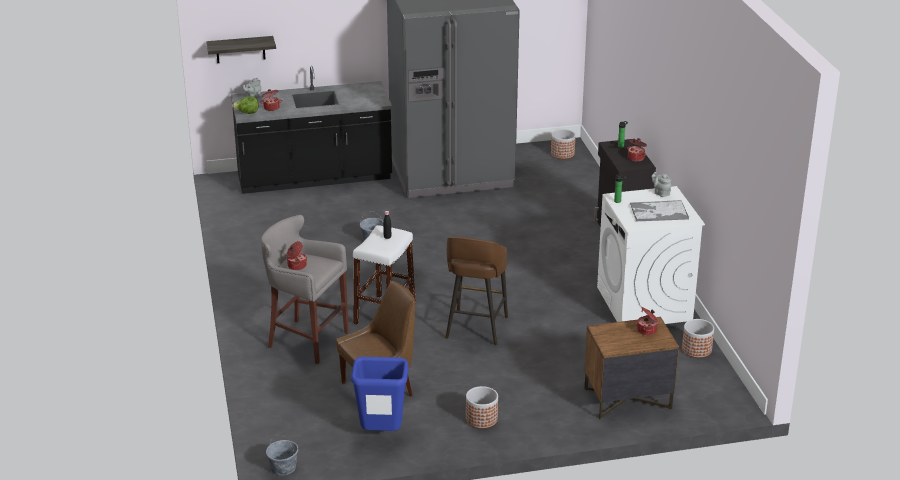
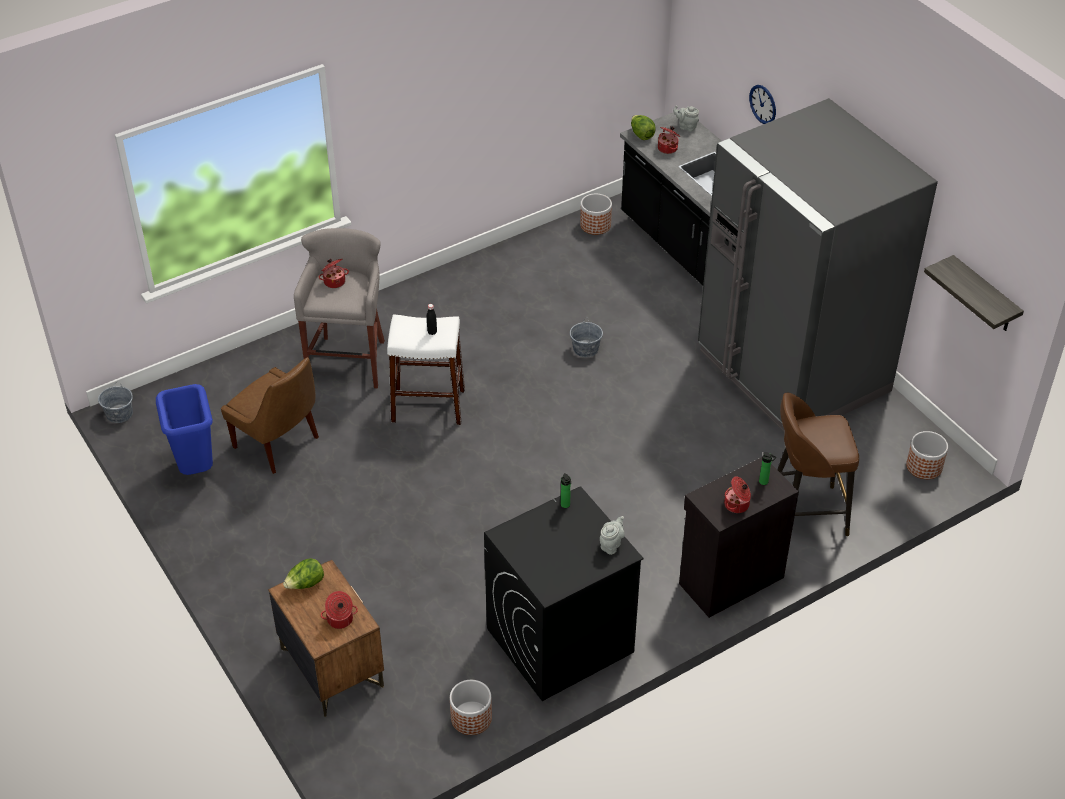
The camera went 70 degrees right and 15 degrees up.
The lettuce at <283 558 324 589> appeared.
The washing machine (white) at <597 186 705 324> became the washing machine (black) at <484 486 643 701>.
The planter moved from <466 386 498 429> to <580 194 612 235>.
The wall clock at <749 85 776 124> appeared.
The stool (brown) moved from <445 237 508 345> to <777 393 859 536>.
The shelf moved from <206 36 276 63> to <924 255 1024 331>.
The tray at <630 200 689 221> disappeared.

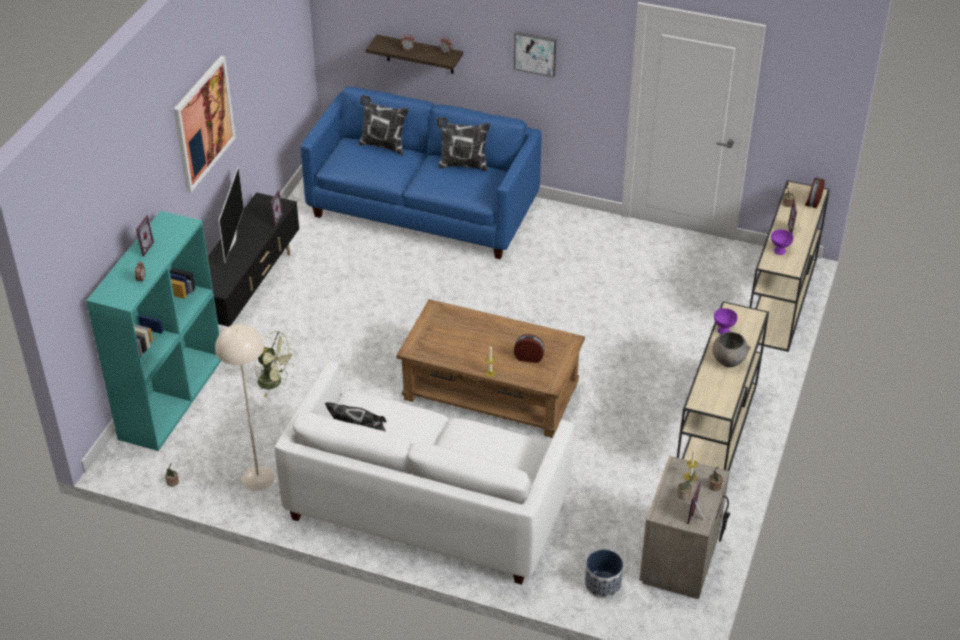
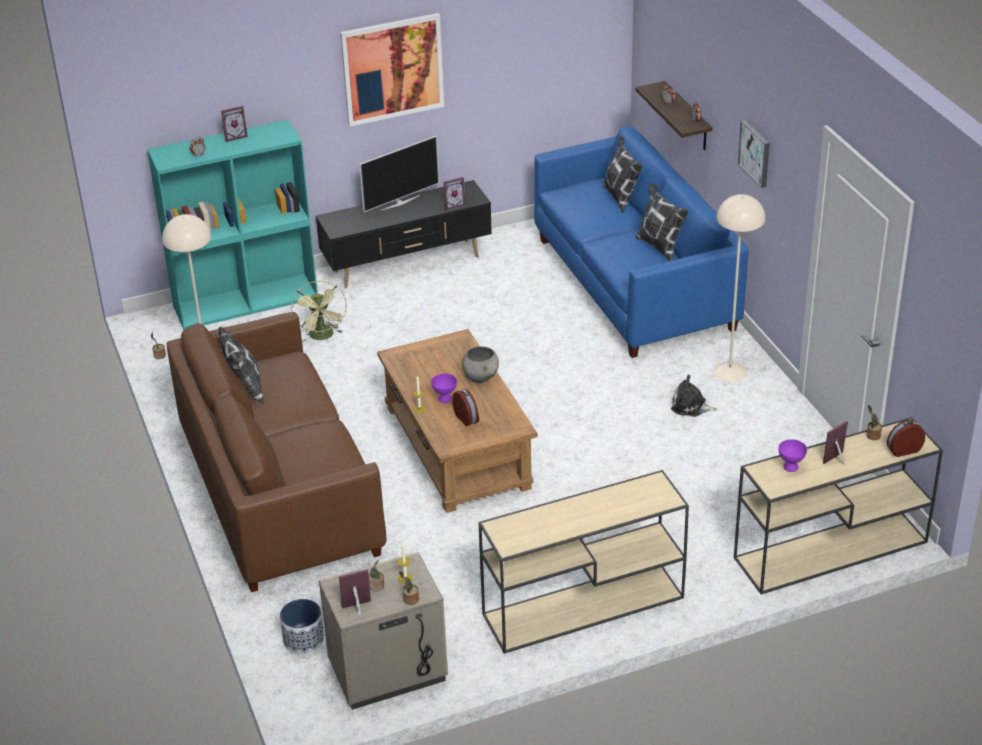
The camera went 50 degrees right and 5 degrees down.
The sofa (white) at <275 361 574 585> became the sofa (brown) at <166 312 386 592>.
The bowl (purple) moved from <714 308 738 334> to <431 373 457 403>.
The bowl (grey) moved from <713 332 751 367> to <462 346 499 383>.
The plush toy at <671 375 717 417> appeared.
The floor lamp (beige) at <713 194 765 382> appeared.

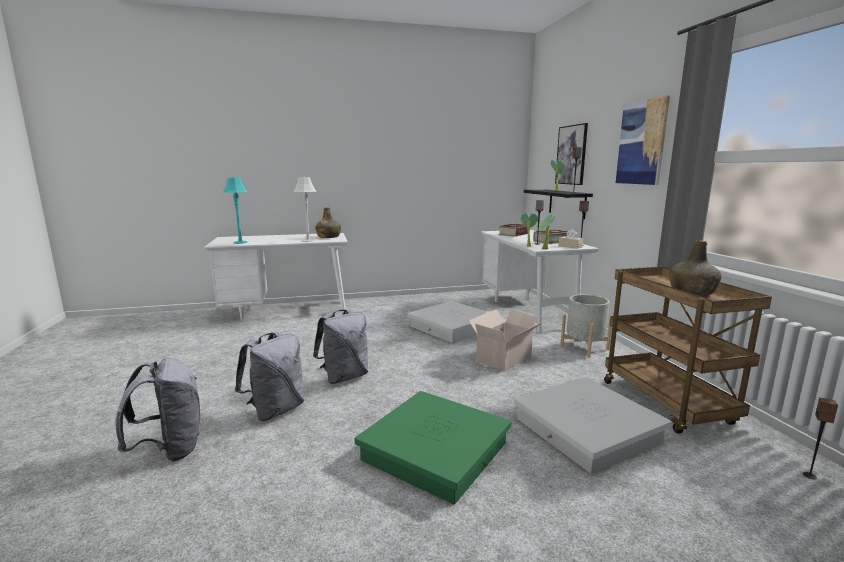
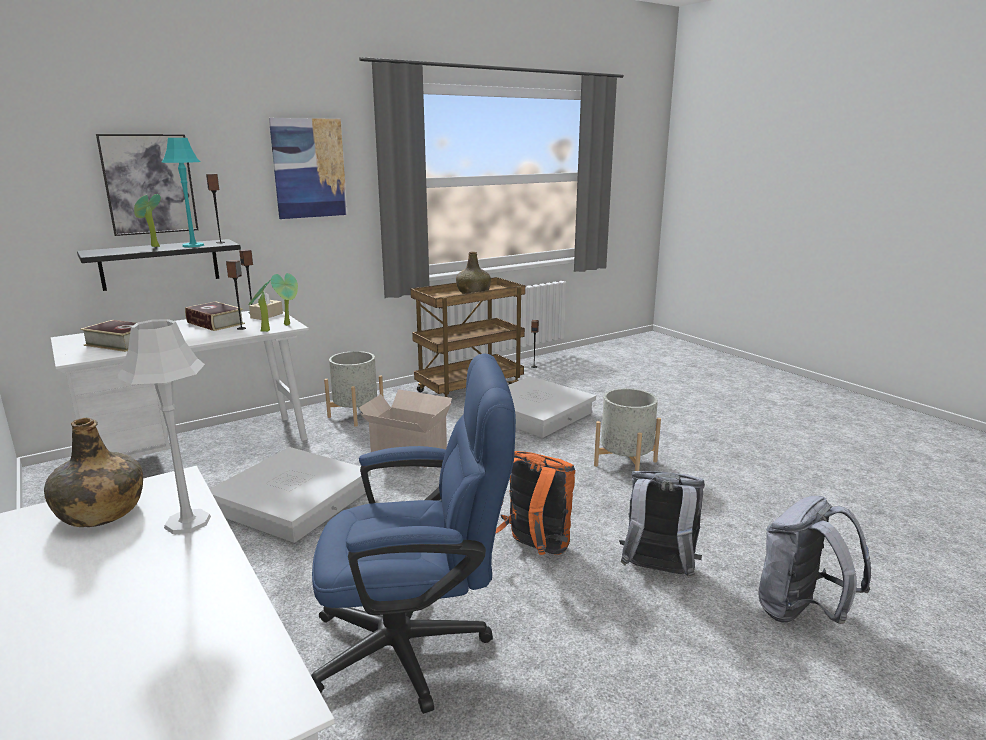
The camera went 110 degrees left and 5 degrees up.
The table lamp (turquoise) moved from <223 177 248 244> to <162 138 204 247>.
The office chair (blue) at <311 353 516 714> appeared.
The backpack (grey) at <313 309 368 384> became the backpack (orange) at <495 451 575 555>.
The storage box (green) at <354 391 511 505> was replaced by the planter (grey) at <594 388 661 471>.

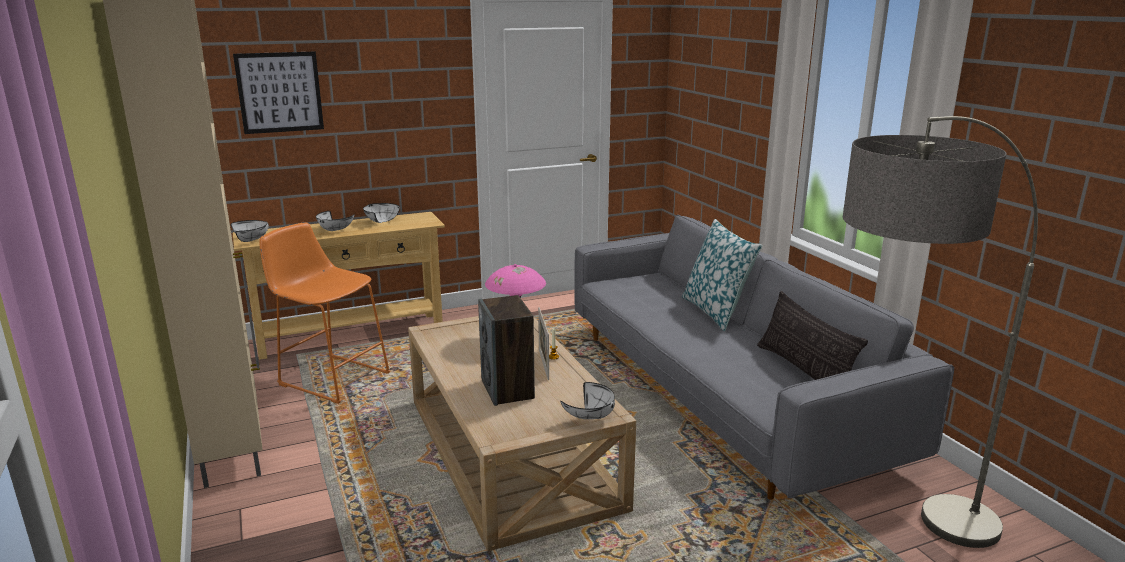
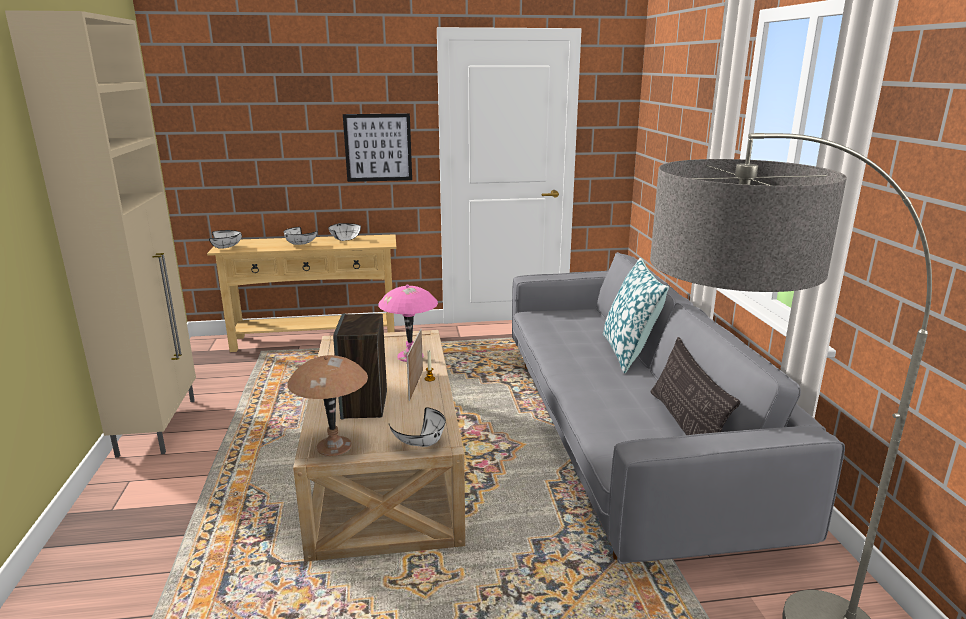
The camera went 15 degrees right and 0 degrees up.
The table lamp (brown) at <287 355 368 456> appeared.
The picture moved from <233 52 324 134> to <343 113 412 182>.
The stool (orange) at <260 222 390 404> disappeared.

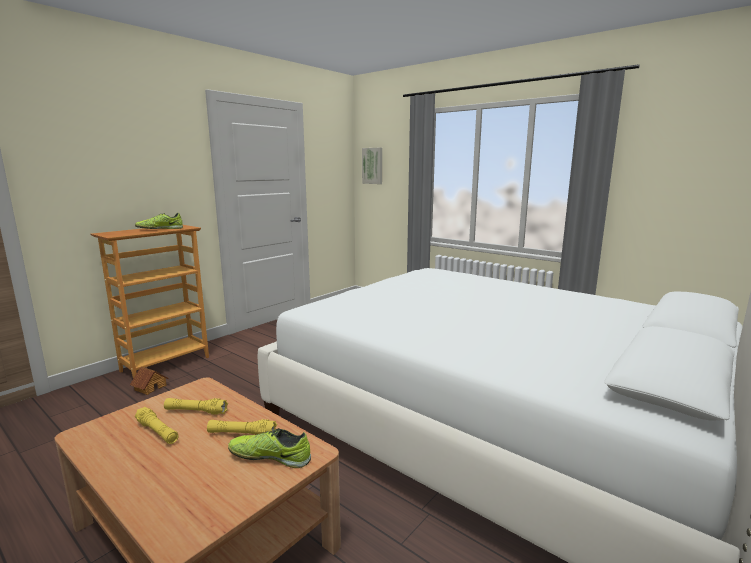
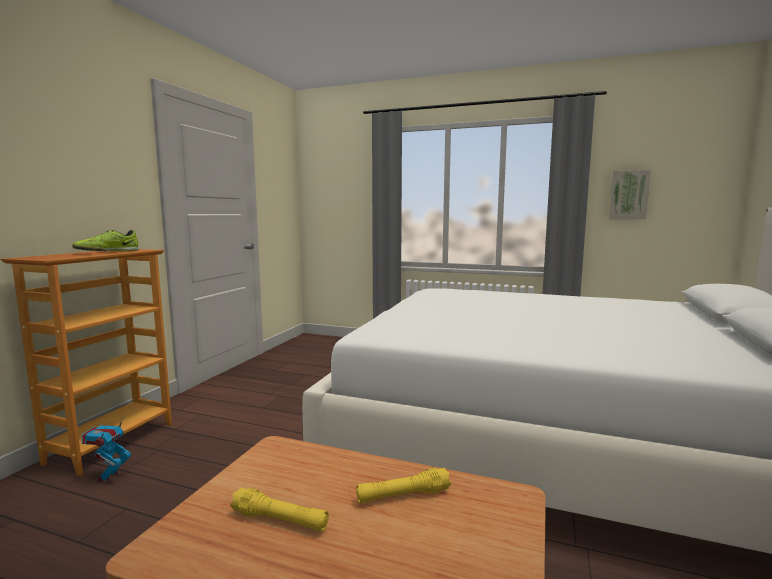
The camera went 20 degrees left and 5 degrees down.
The toy house at <130 367 168 395> was replaced by the toy robot at <82 417 131 482>.
The picture moved from <362 148 382 184> to <609 170 651 220>.
The flashlight (yellow) at <164 398 228 415> disappeared.
The shoe at <228 428 311 468> disappeared.

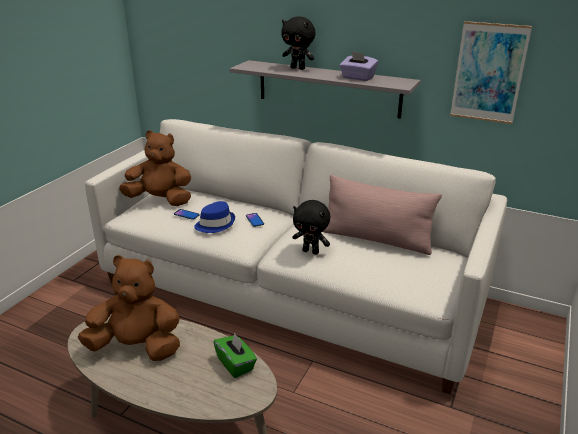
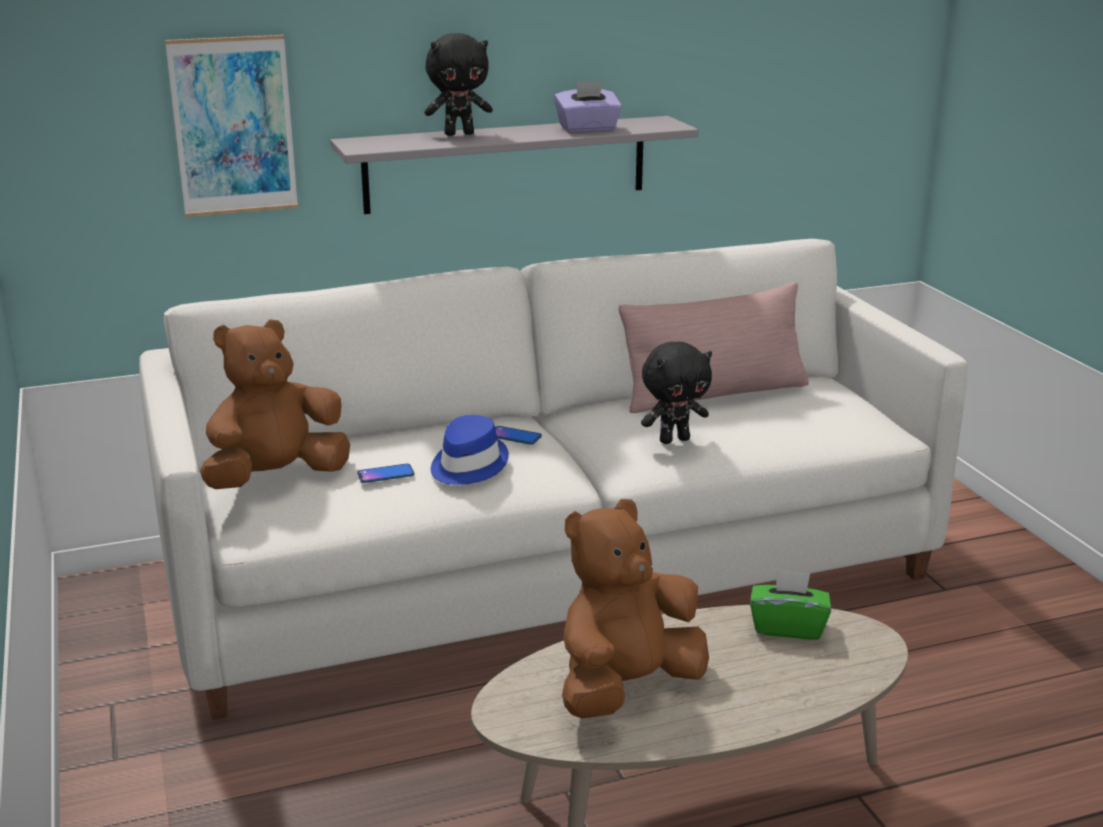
The camera went 45 degrees left and 5 degrees down.
The picture moved from <450 21 532 124> to <165 35 298 217>.

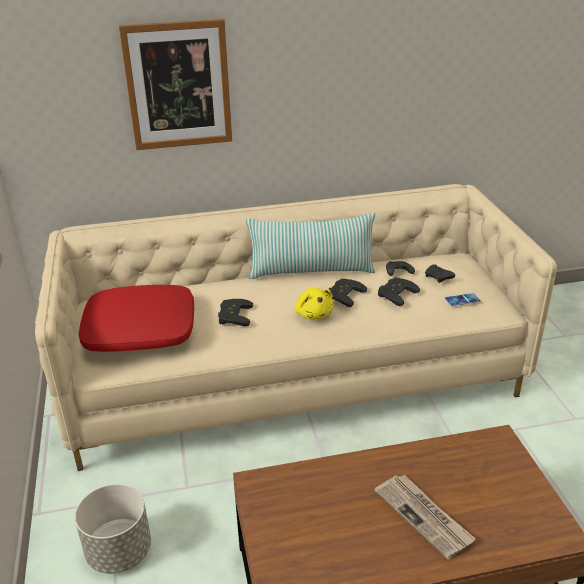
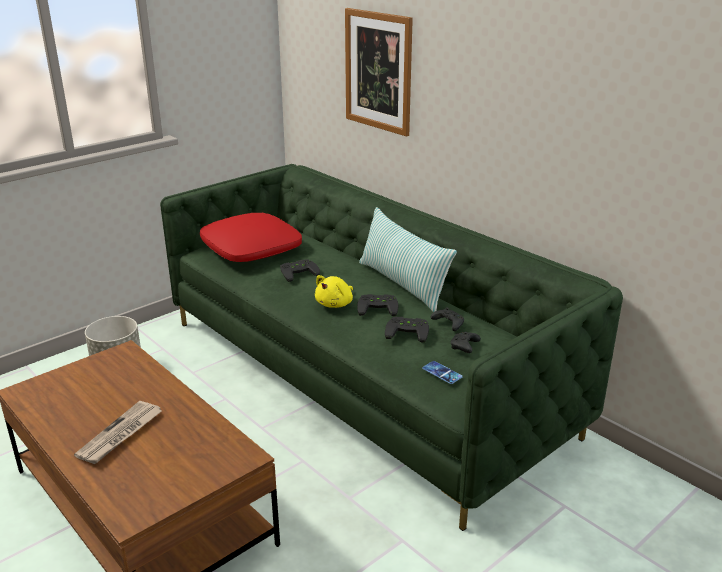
The camera went 60 degrees right and 5 degrees down.
The sofa (beige) at <35 184 557 471> became the sofa (green) at <160 164 623 531>.

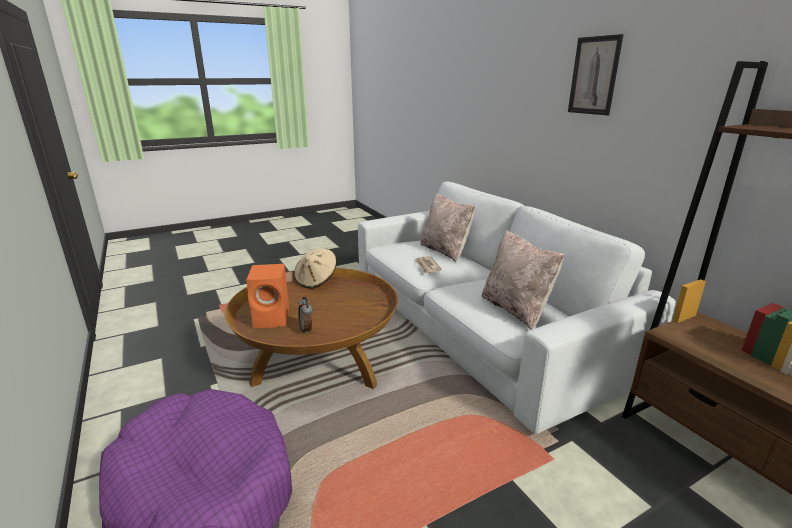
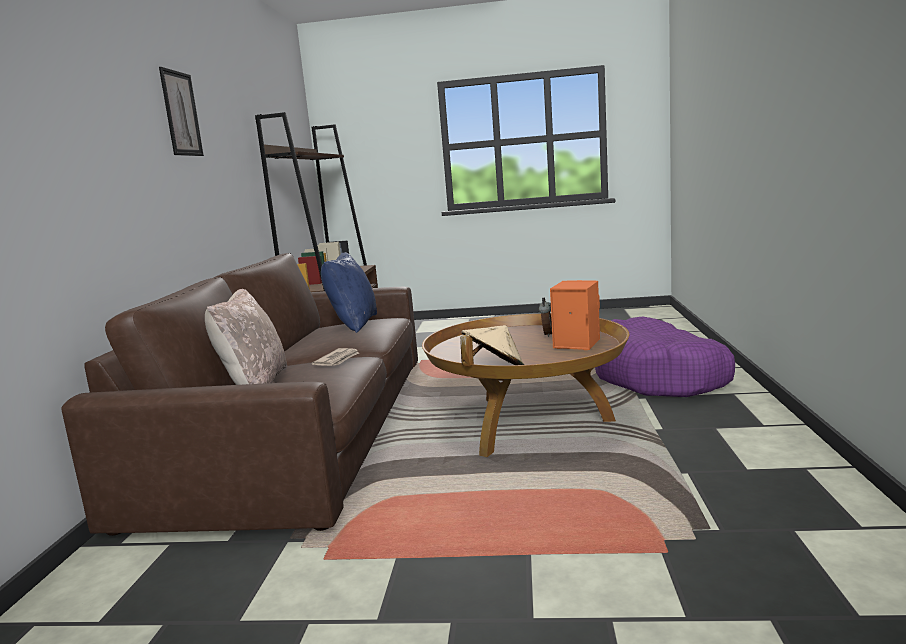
The camera went 145 degrees left and 10 degrees down.
The sofa (white) at <358 181 676 434> became the sofa (brown) at <61 253 418 536>.
The pillow (beige) at <481 230 564 330> became the pillow (blue) at <321 252 377 333>.

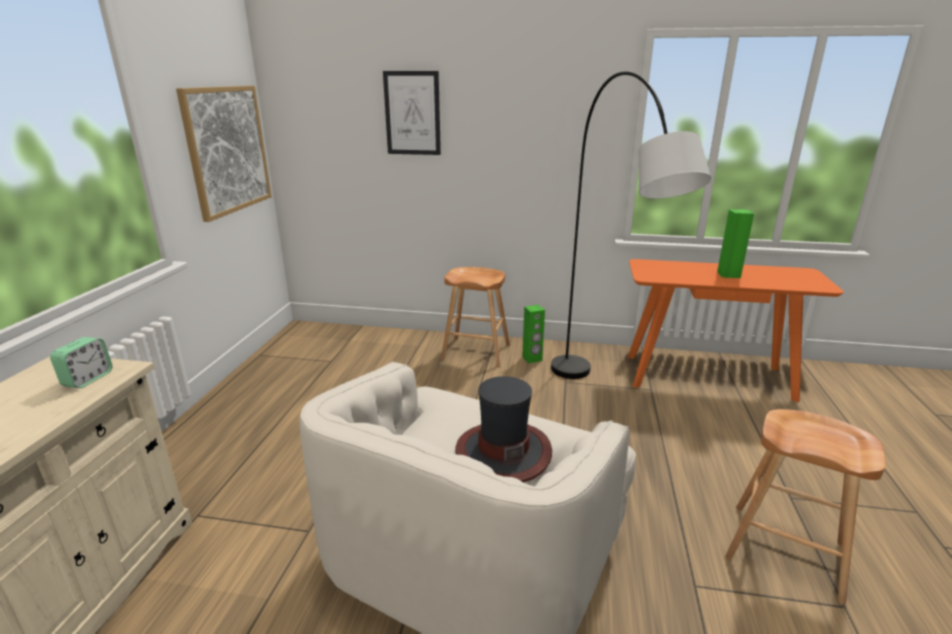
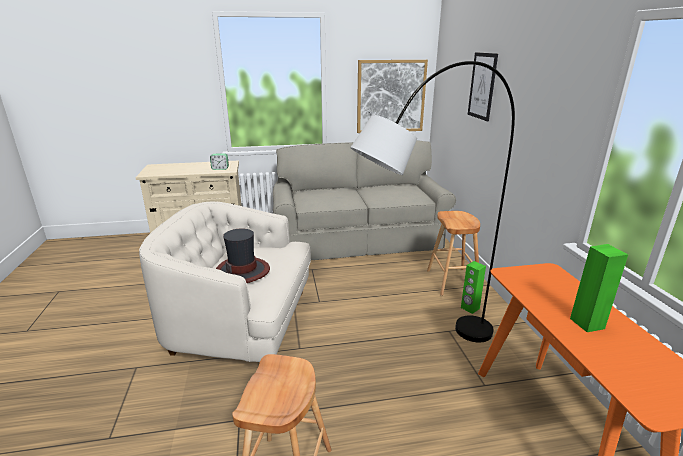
The camera went 70 degrees right and 0 degrees up.
The sofa (grey) at <273 140 456 260> appeared.

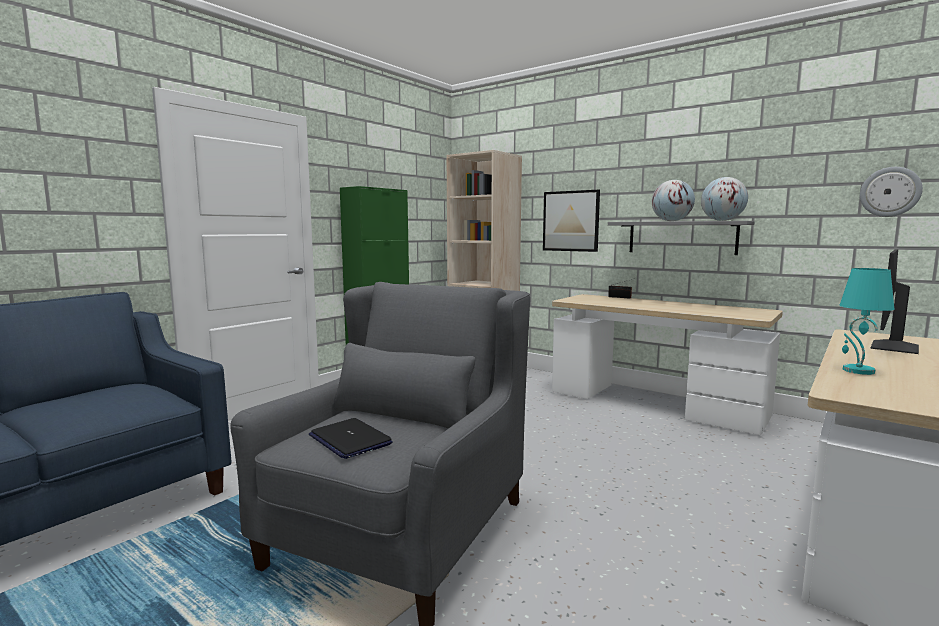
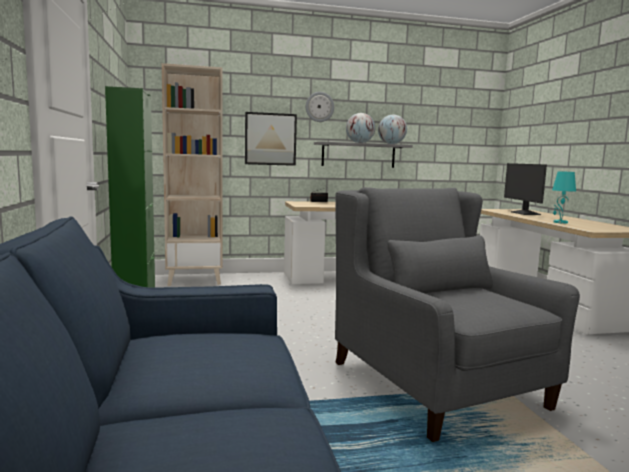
The camera went 50 degrees left and 0 degrees up.
The wall clock moved from <860 167 923 217> to <306 92 334 122>.
The laptop at <309 418 393 459> disappeared.

